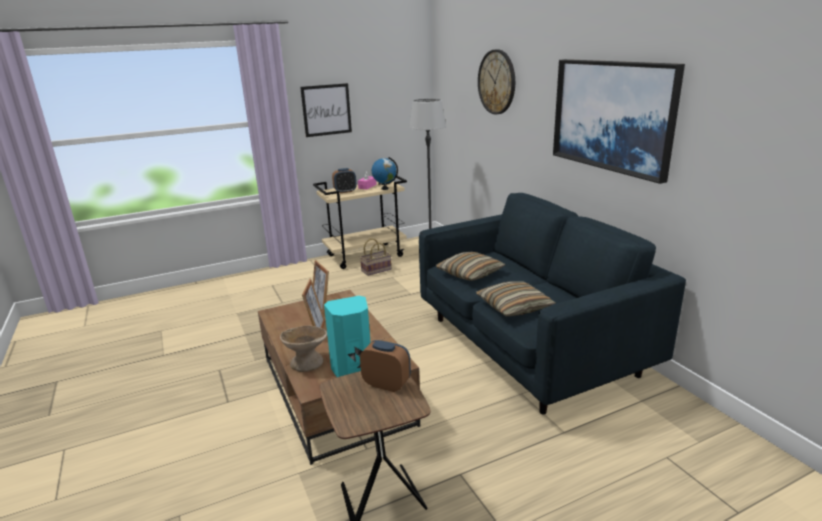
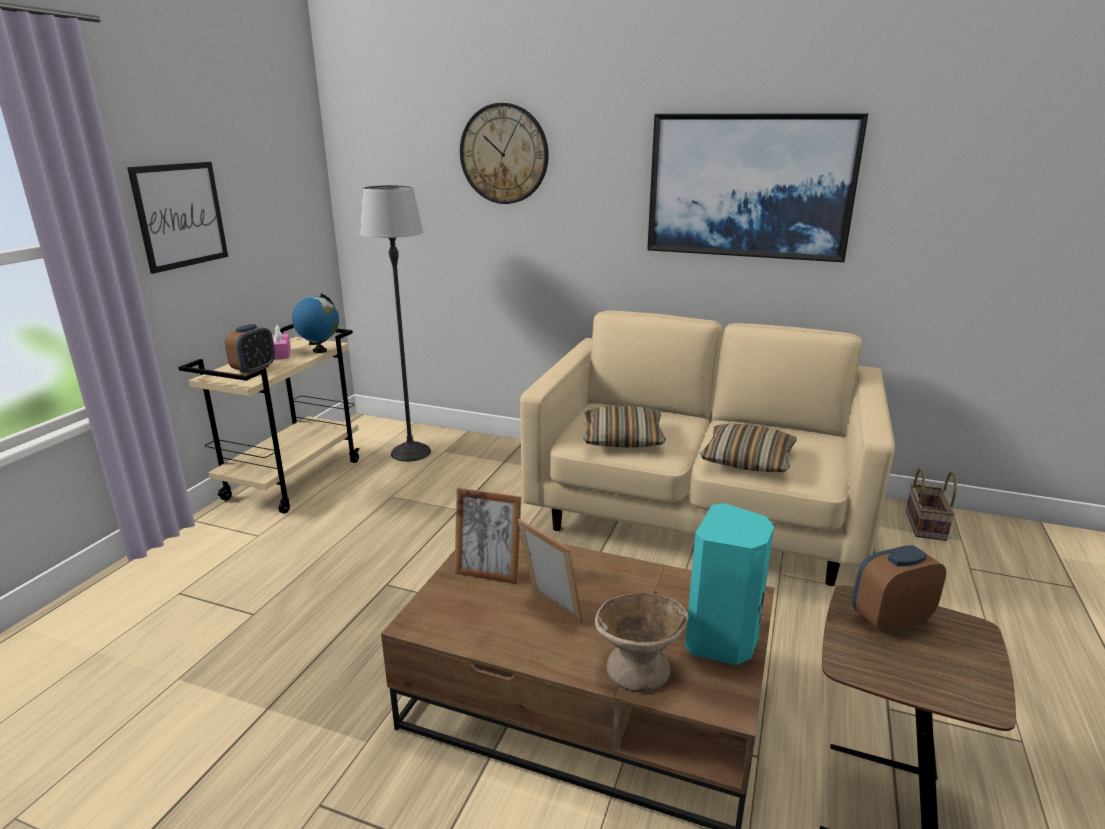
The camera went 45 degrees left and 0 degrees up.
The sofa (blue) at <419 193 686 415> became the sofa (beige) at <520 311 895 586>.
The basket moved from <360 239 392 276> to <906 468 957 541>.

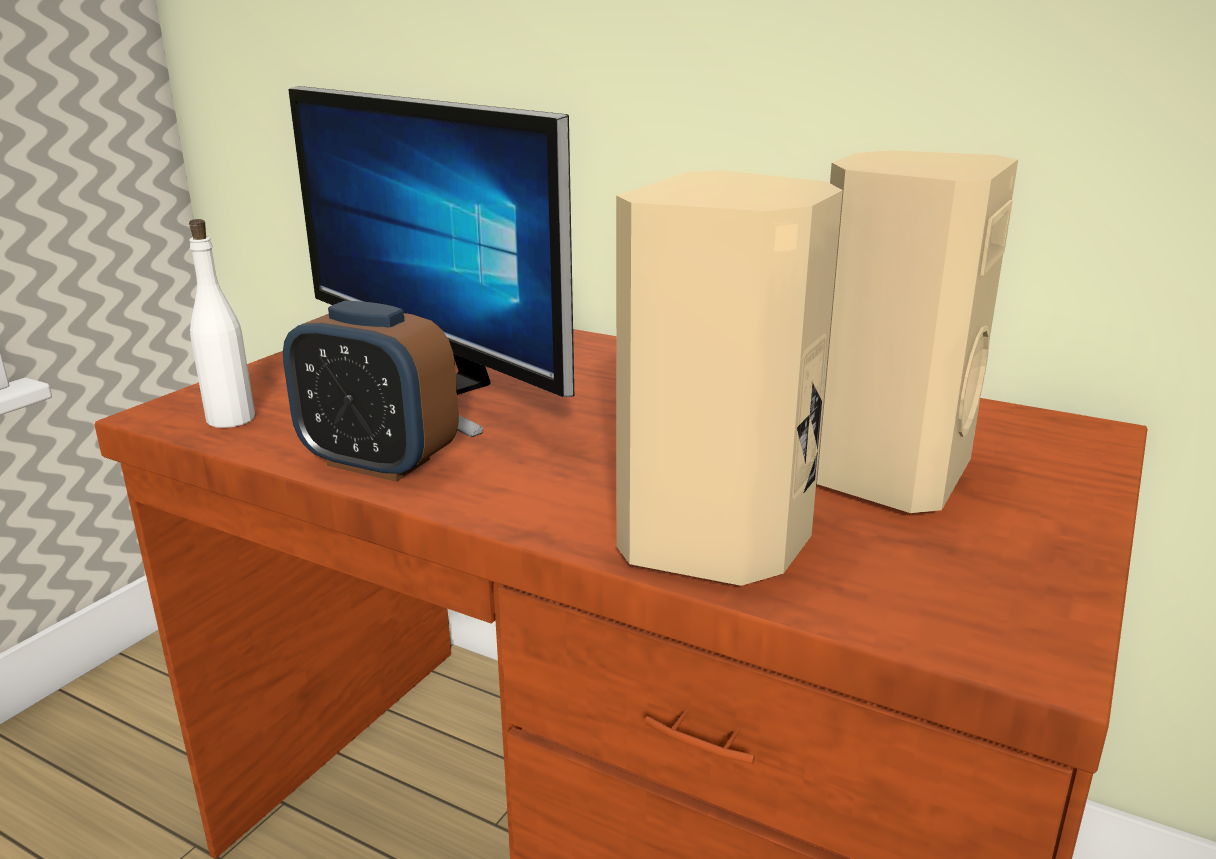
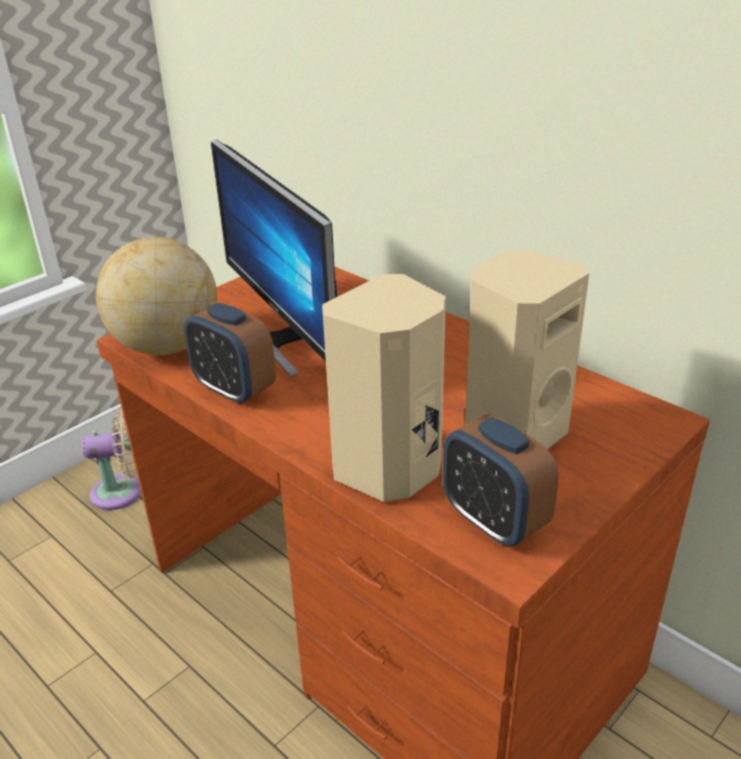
The camera went 15 degrees right and 10 degrees up.
The fan (beige) at <82 409 141 510> appeared.
The bottle (white) at <189 219 255 428> was replaced by the globe at <96 237 217 355>.
The alarm clock at <443 414 559 546> appeared.

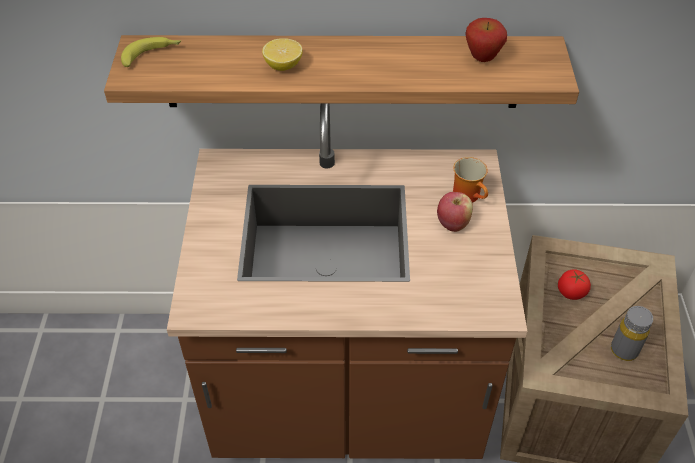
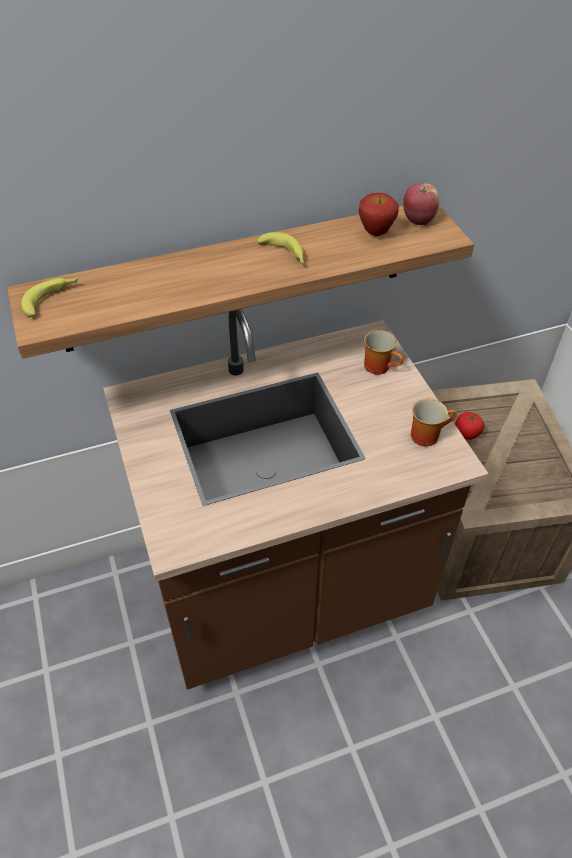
The camera went 20 degrees left and 0 degrees up.
The banana at <258 232 304 264> appeared.
The apple moved from <437 192 473 232> to <403 183 439 225>.
The mug at <411 399 457 447> appeared.
The lemon at <262 38 303 71> disappeared.
The bottle (grey) at <611 306 653 361> disappeared.

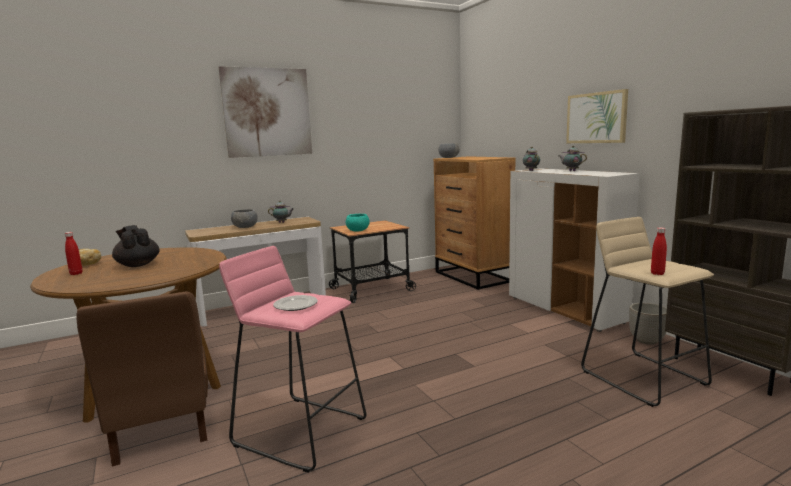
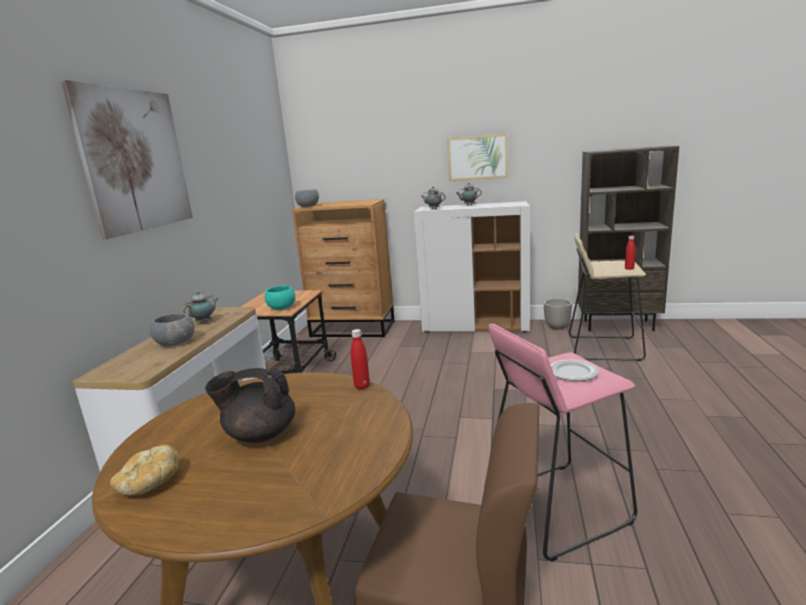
The camera went 50 degrees left and 5 degrees up.
The bottle (red) moved from <65 232 83 275> to <351 329 370 390>.

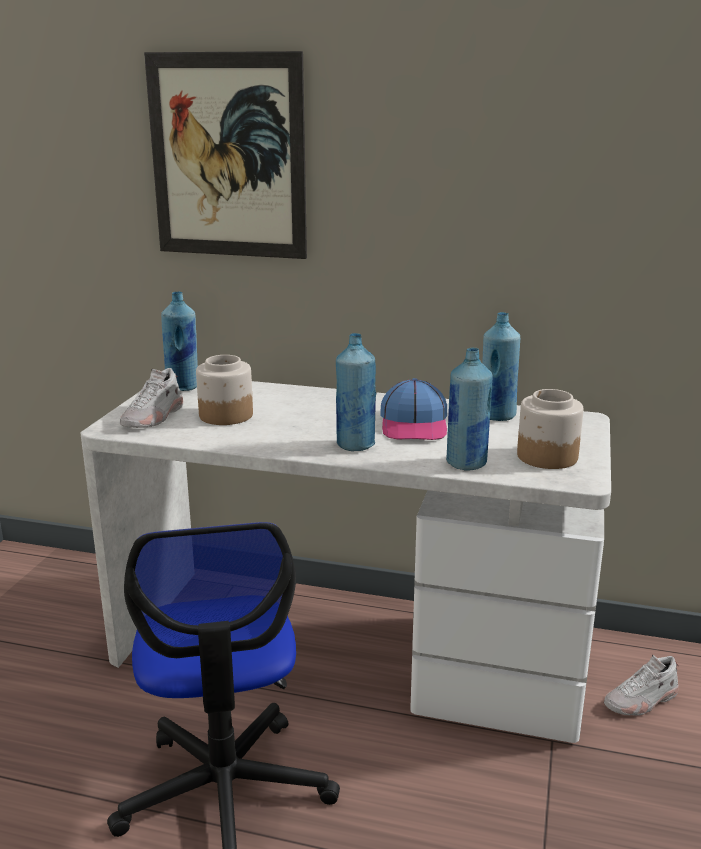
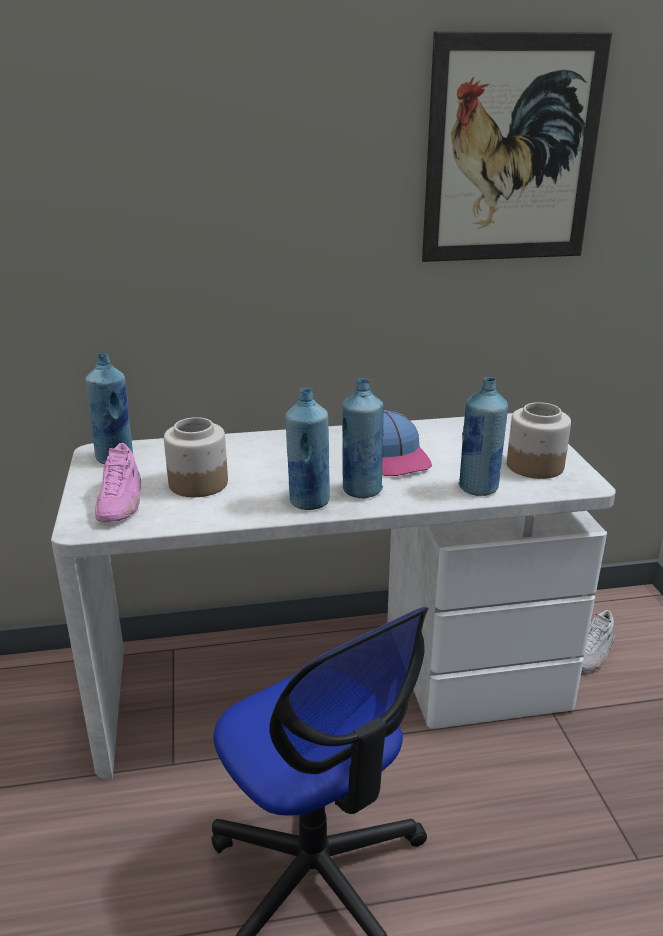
The camera went 25 degrees left and 5 degrees up.
The shoe (white) at <120 368 183 428> became the shoe (pink) at <95 443 141 522>.
The bottle (blue) moved from <482 312 520 421> to <285 388 330 510>.
The picture moved from <144 51 307 259> to <422 31 612 262>.

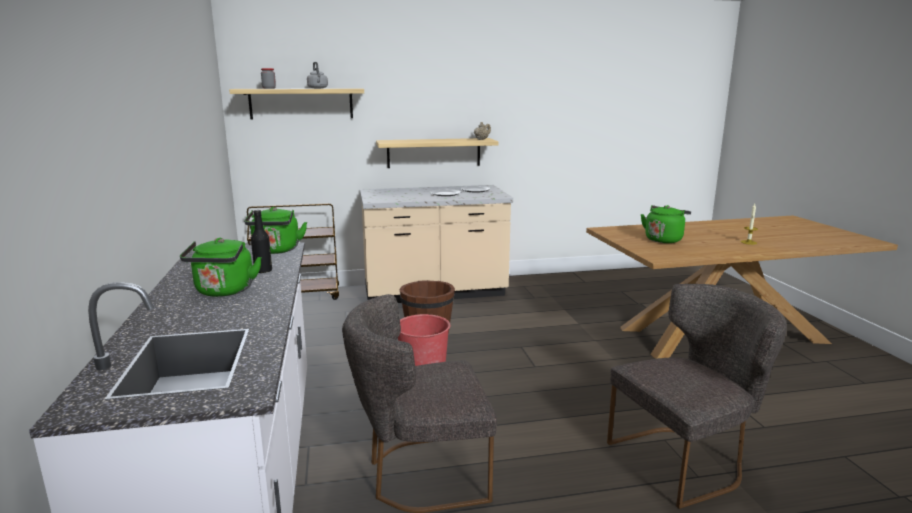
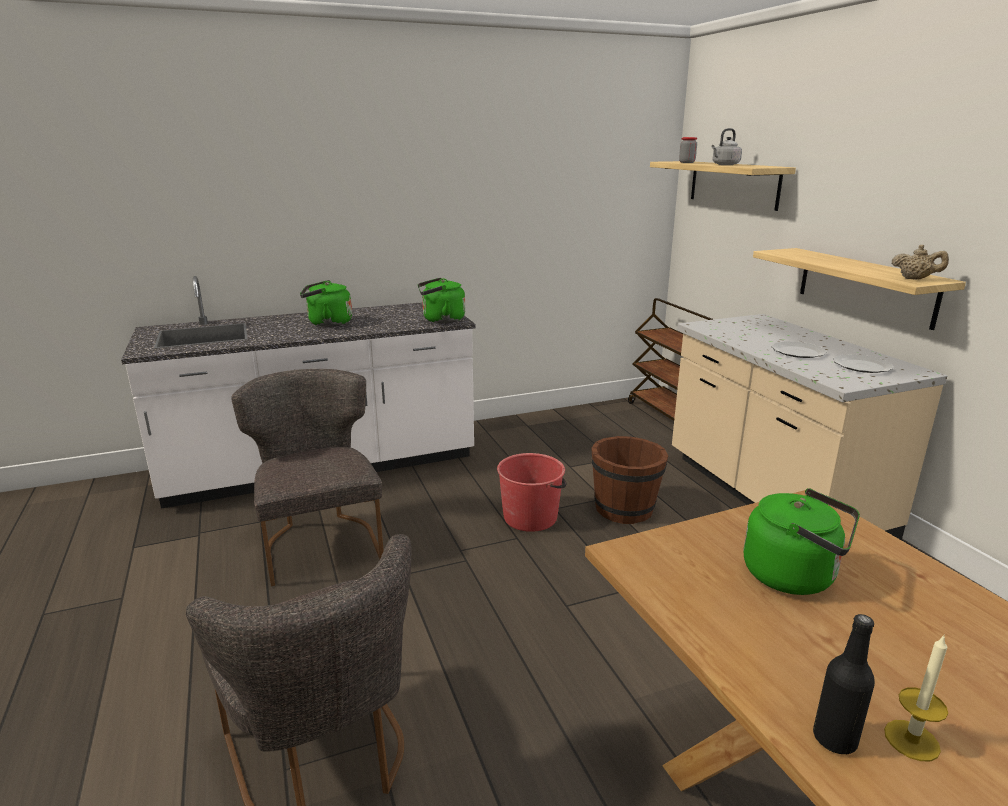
The camera went 80 degrees right and 5 degrees up.
The bottle (black) moved from <251 210 272 274> to <813 614 875 755>.

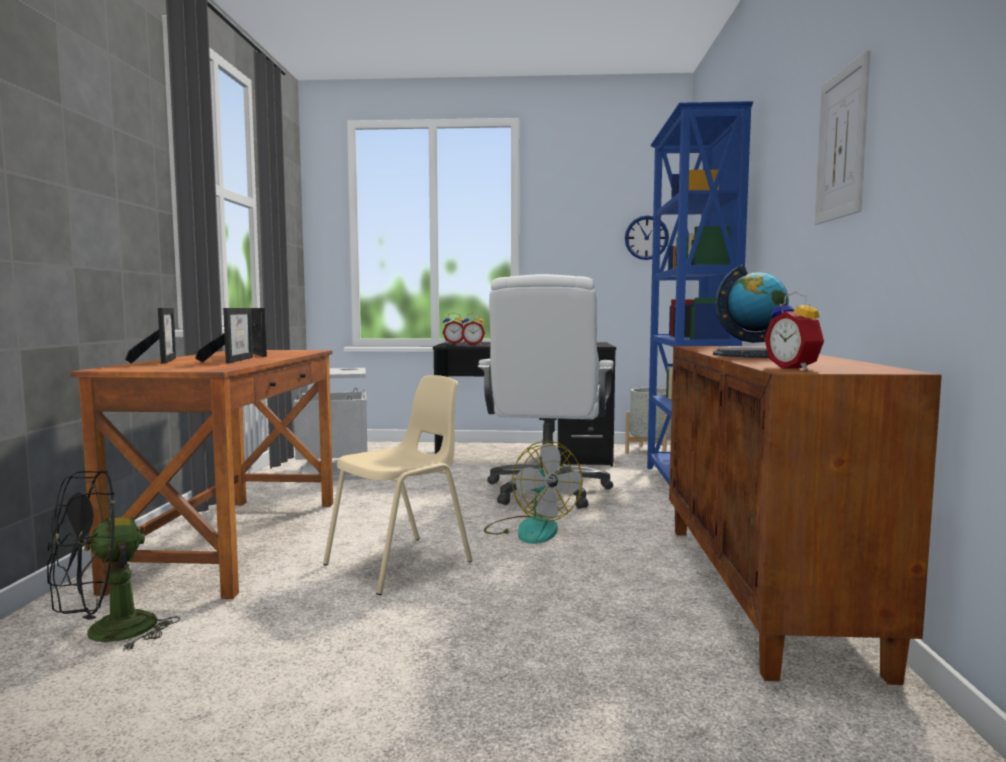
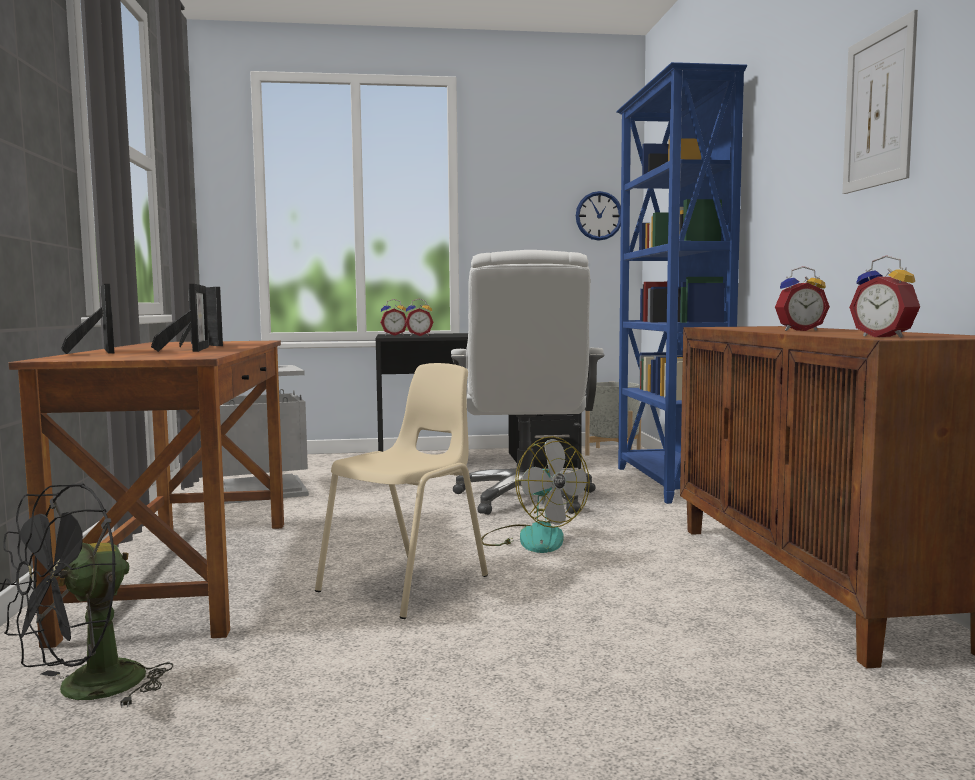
The camera went 10 degrees left and 0 degrees up.
The globe at <713 265 789 358> was replaced by the alarm clock at <775 266 830 331>.

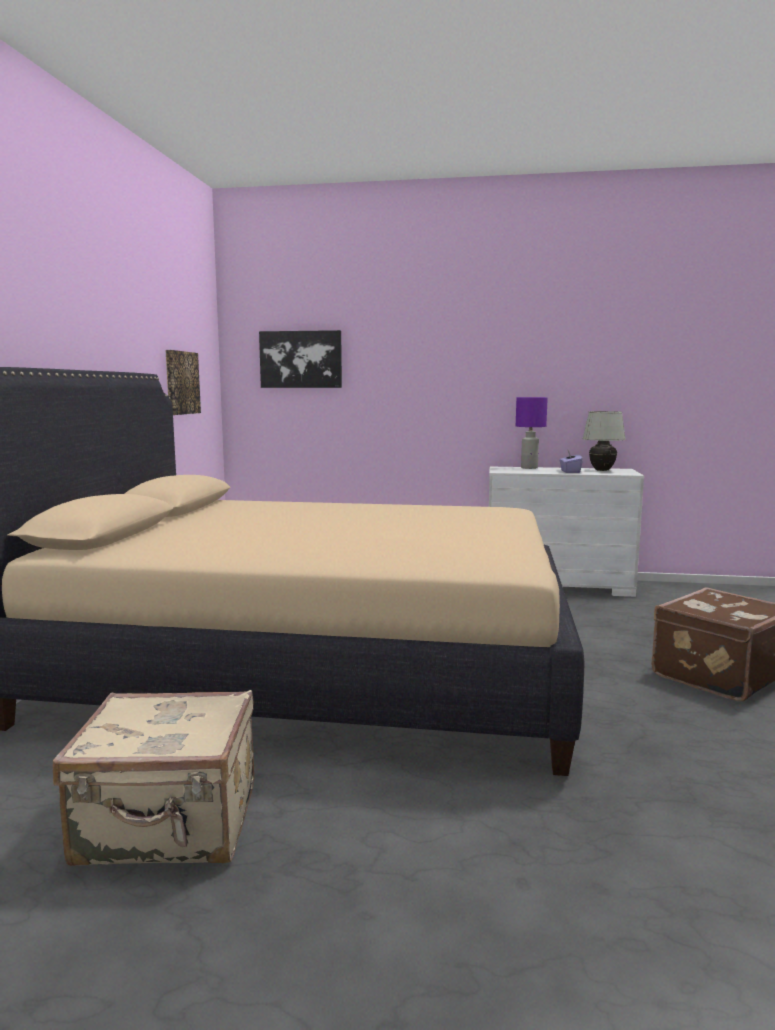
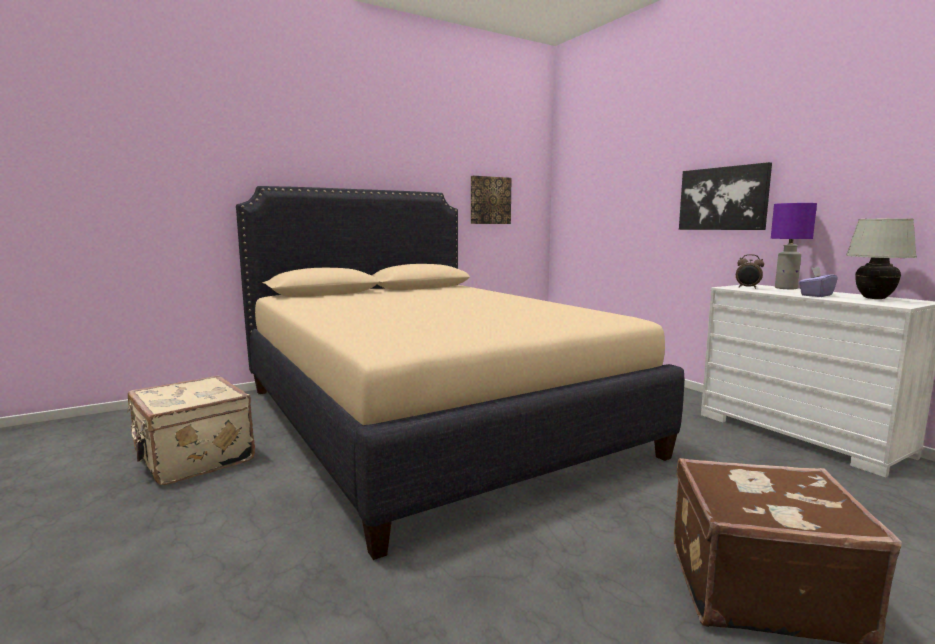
The camera went 50 degrees right and 0 degrees up.
The picture moved from <259 330 342 388> to <679 162 772 230>.
The alarm clock at <736 254 764 289> appeared.

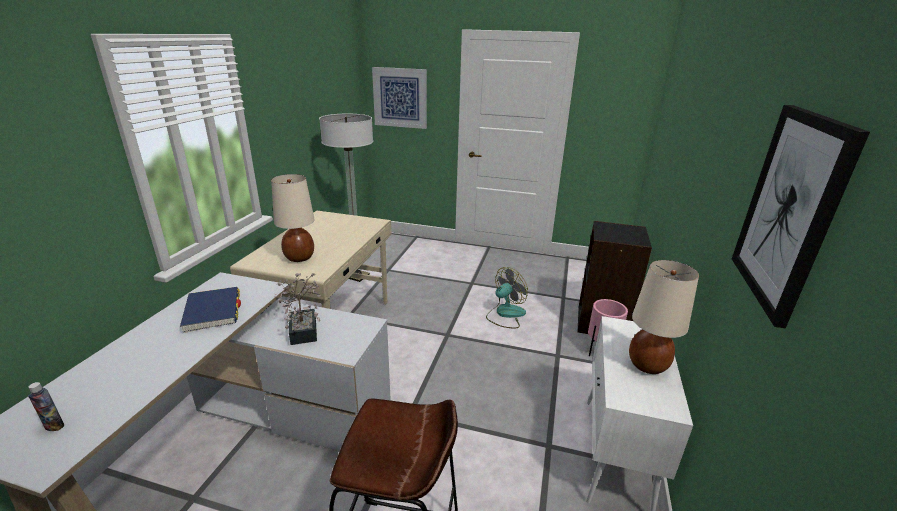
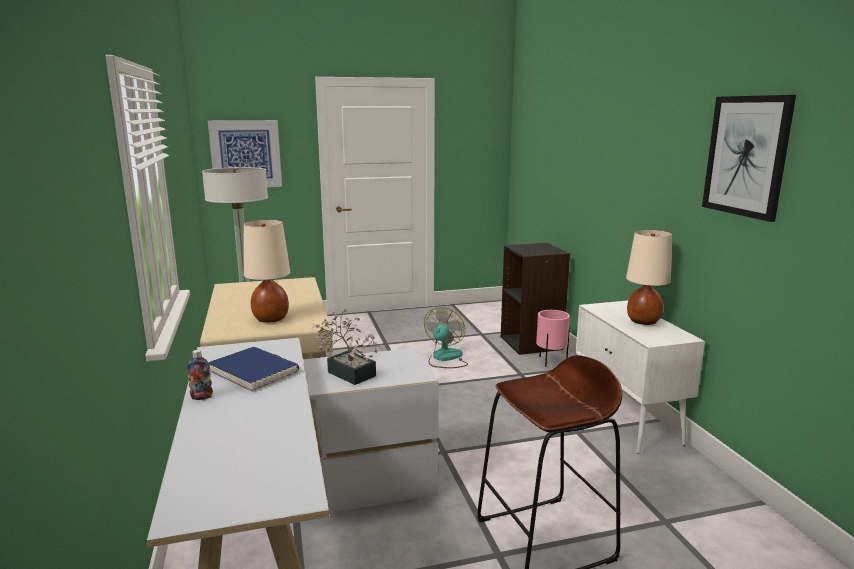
The camera went 30 degrees left and 10 degrees down.
The bottle moved from <28 382 64 431> to <187 350 213 400>.

